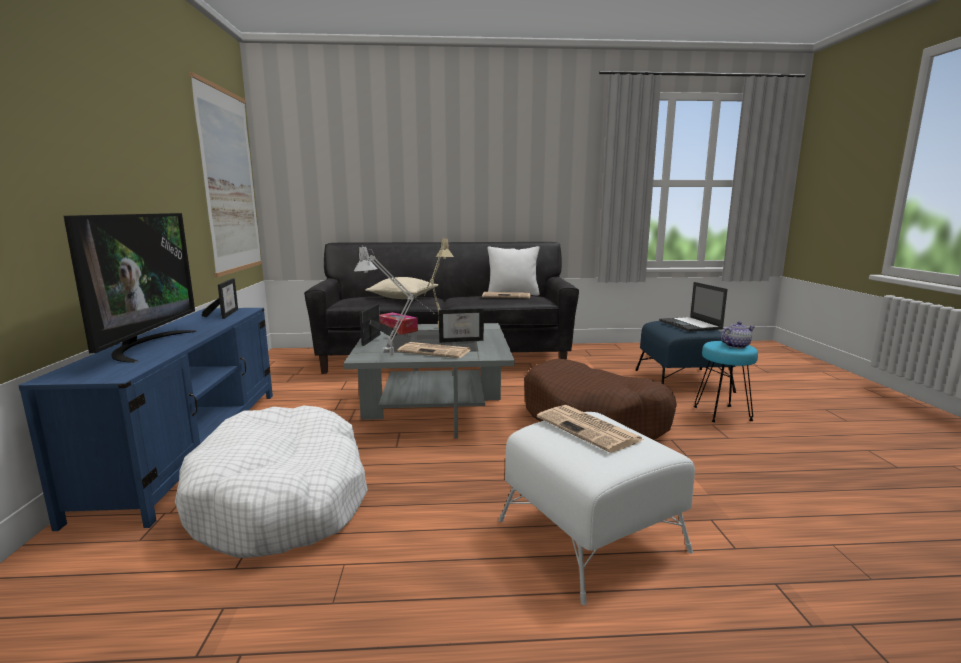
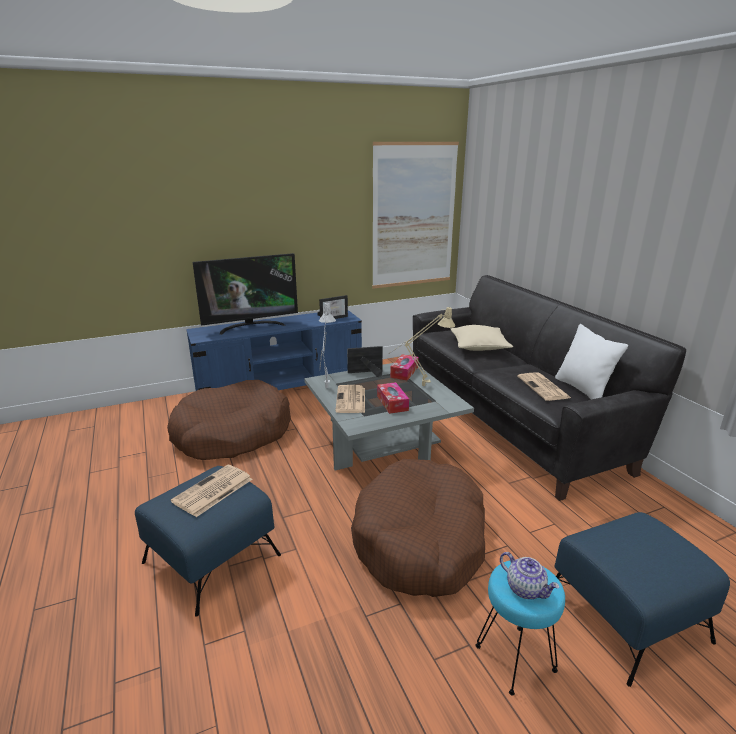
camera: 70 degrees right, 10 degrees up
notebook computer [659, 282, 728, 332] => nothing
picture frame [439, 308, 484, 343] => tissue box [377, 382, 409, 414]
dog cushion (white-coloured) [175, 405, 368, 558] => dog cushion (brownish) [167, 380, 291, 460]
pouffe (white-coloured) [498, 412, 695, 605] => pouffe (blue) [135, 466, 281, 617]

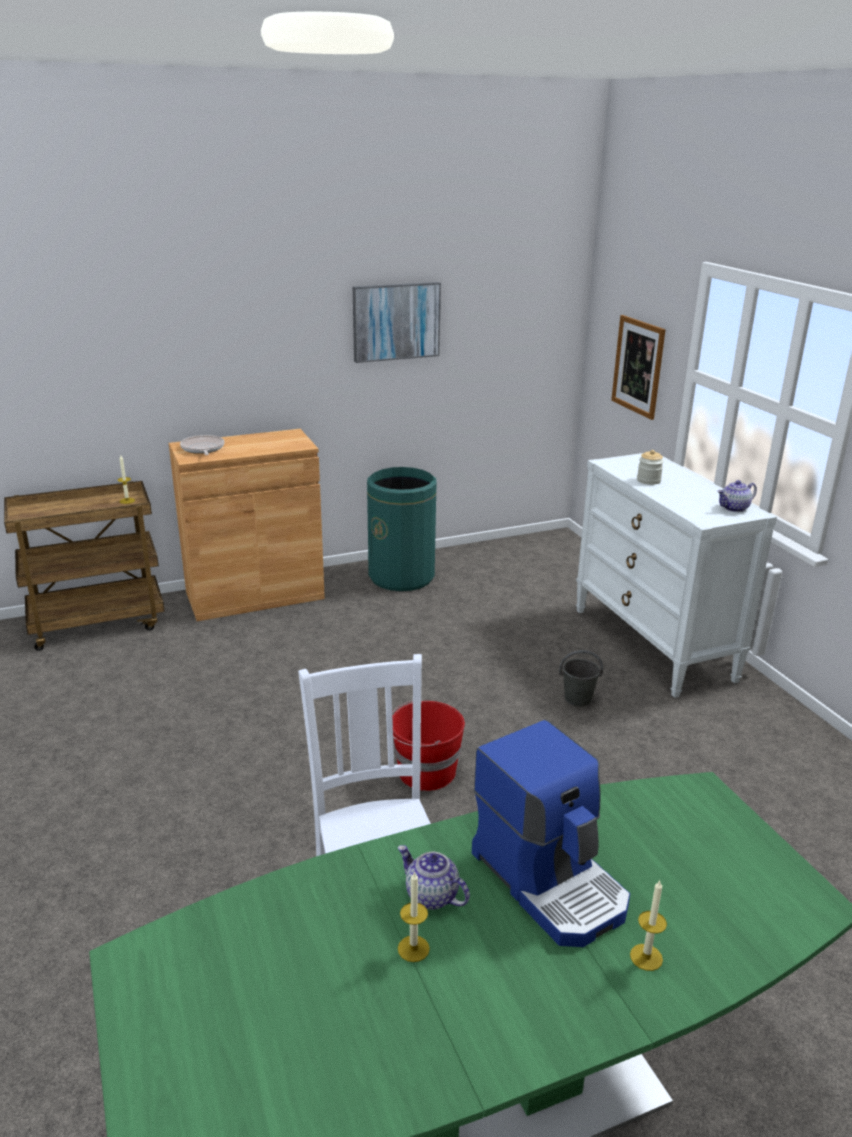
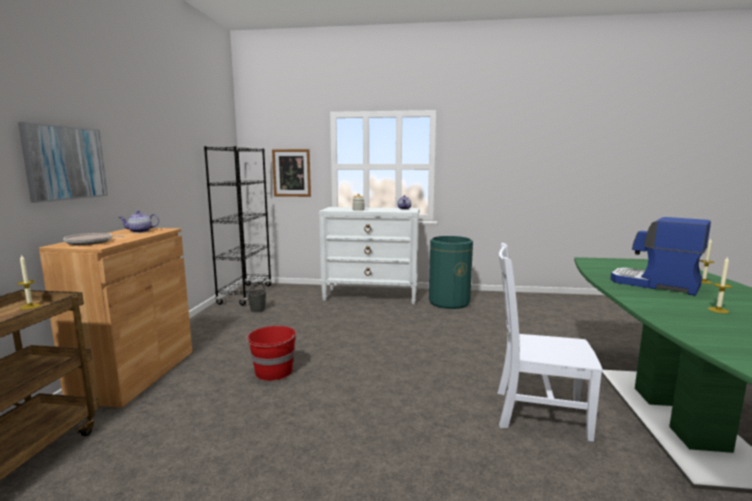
camera: 60 degrees left, 15 degrees down
nothing => bookcase (black-coloured) [204, 146, 272, 306]
wall art [353, 282, 441, 363] => wall art [18, 122, 108, 203], shifted
rubbish bin (green-coloured) [367, 467, 436, 591] => rubbish bin (green-coloured) [429, 236, 473, 309], shifted
pail (reddish) [392, 701, 465, 791] => pail (reddish) [246, 326, 296, 381], shifted
teapot [398, 845, 470, 910] => teapot [118, 211, 159, 233], shifted
pail (gray) [559, 650, 603, 706] => pail (gray) [247, 282, 266, 312], shifted
coffee maker [472, 720, 630, 947] => coffee maker [610, 217, 711, 296], 135 degrees counterclockwise

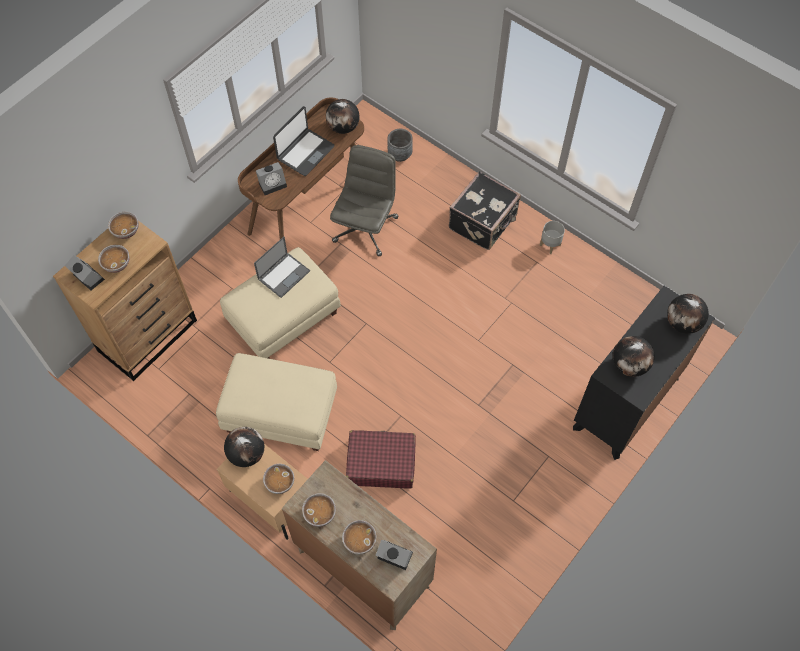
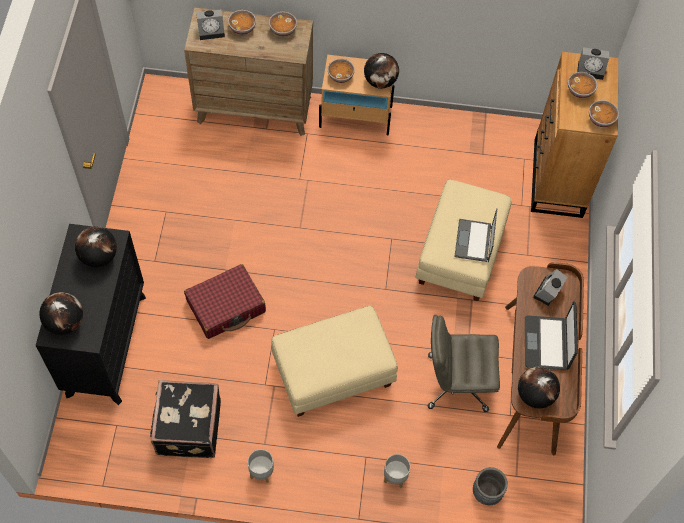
camera: 145 degrees right, 0 degrees up
nothing => planter (gray) [384, 454, 410, 488]
pouffe (sand-coloured) [216, 353, 337, 451] => pouffe (sand-coloured) [271, 306, 398, 417], shifted
suitcase (reddish) [346, 430, 416, 489] => suitcase (reddish) [184, 264, 266, 339], shifted
suitcase (black-coloured) [449, 172, 521, 250] => suitcase (black-coloured) [150, 380, 221, 458], shifted
desk chair (gray) [330, 145, 399, 256] => desk chair (gray) [428, 315, 500, 412], 105 degrees clockwise

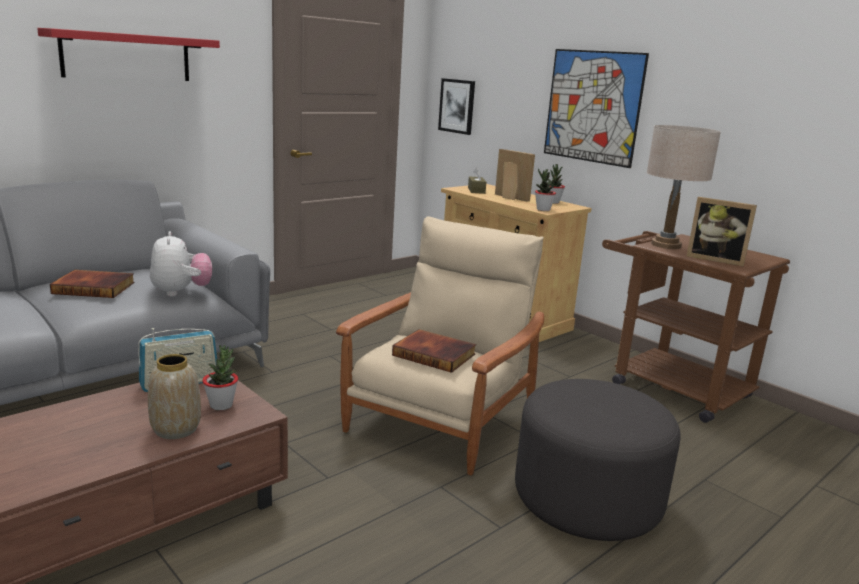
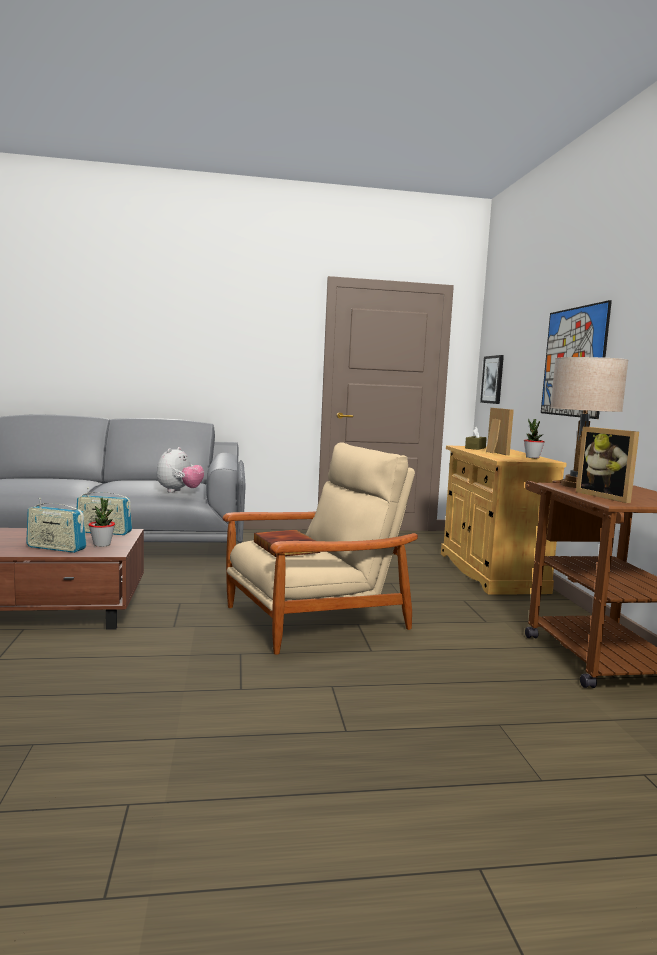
camera: 35 degrees right, 10 degrees down
bracket shelf (reddish) [37, 28, 220, 81] => nothing
book [50, 270, 135, 298] => nothing
pouffe (gray) [515, 379, 681, 541] => nothing
houseplant [535, 168, 556, 211] => nothing
decorative vase [148, 354, 201, 439] => radio set [26, 498, 86, 553]

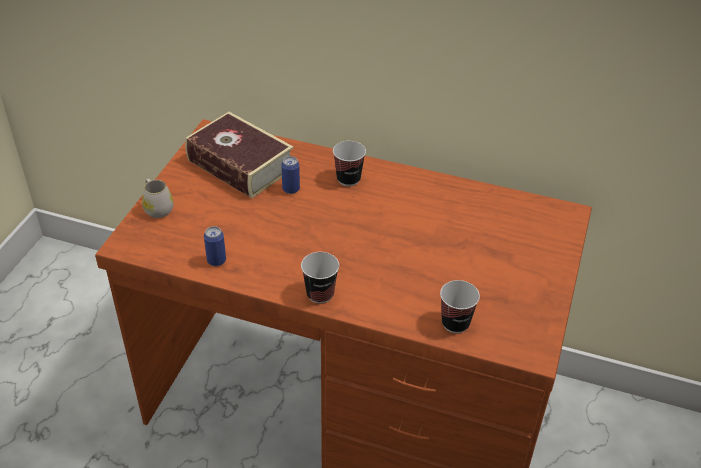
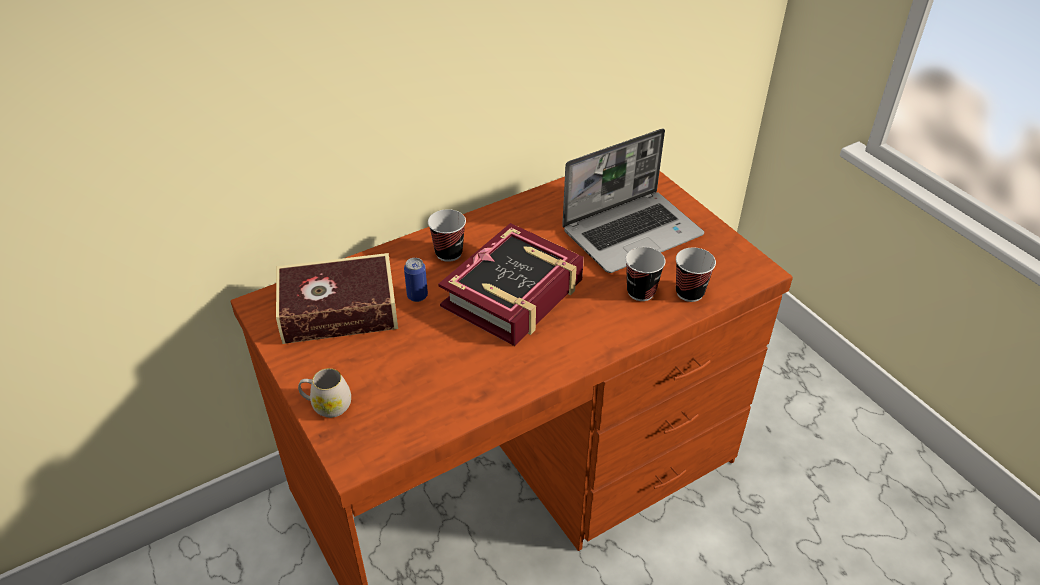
camera: 50 degrees left, 0 degrees up
sealed can [204, 226, 226, 266] => nothing
nothing => book [438, 223, 584, 346]
nothing => notebook computer [562, 128, 704, 273]
drinking cup [301, 252, 339, 304] => drinking cup [625, 247, 666, 301], shifted

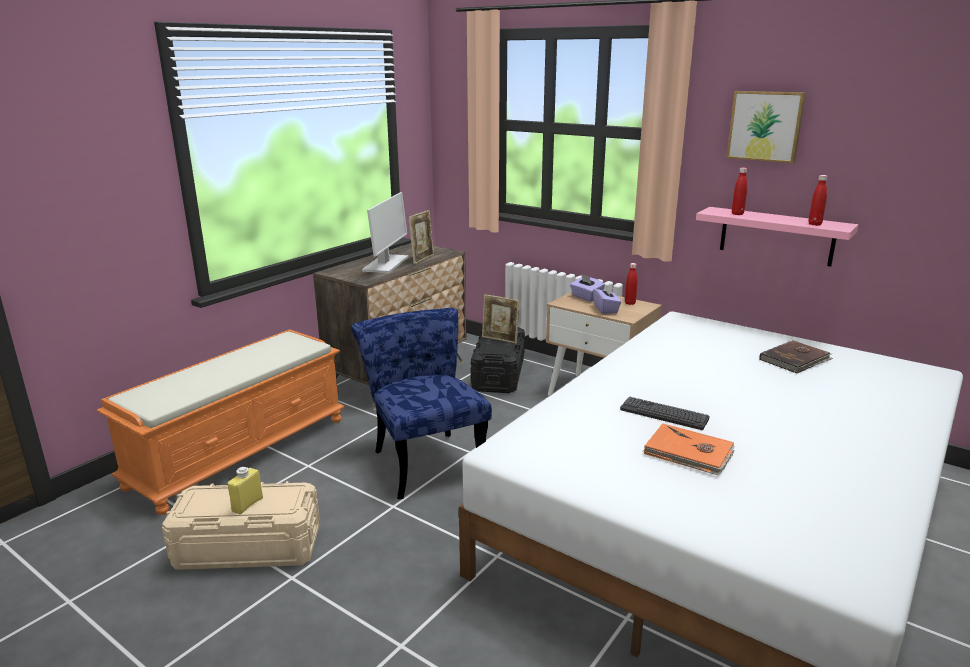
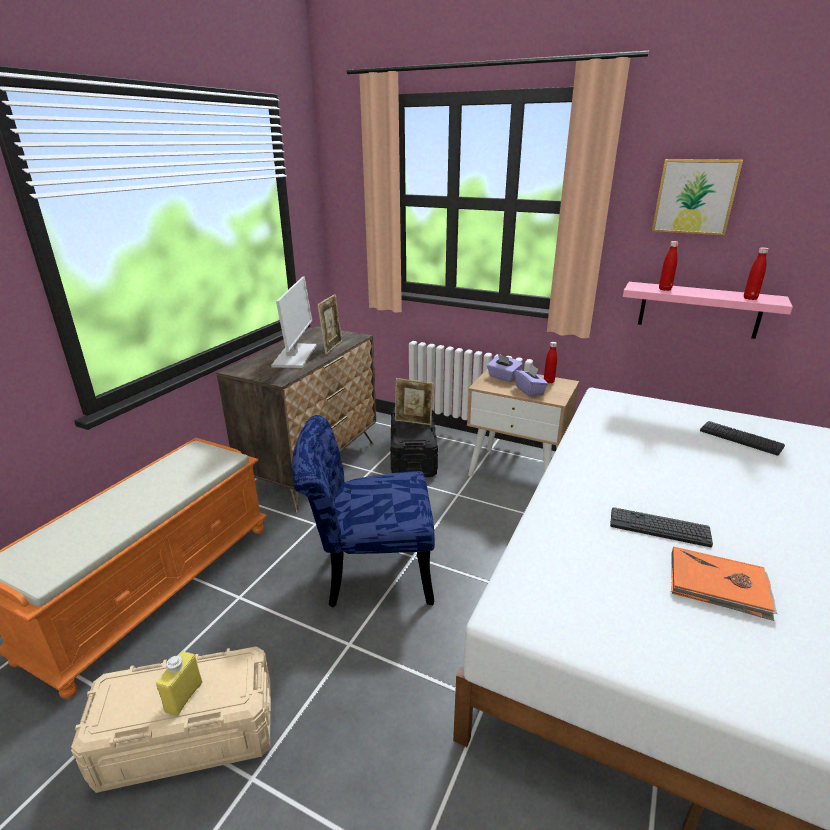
camera: 10 degrees left, 5 degrees up
book (brownish) [759, 340, 833, 373] => PC keyboard [700, 421, 785, 456]
upright chair (blue) [351, 308, 492, 499] => upright chair (blue) [292, 415, 435, 607], 60 degrees counterclockwise

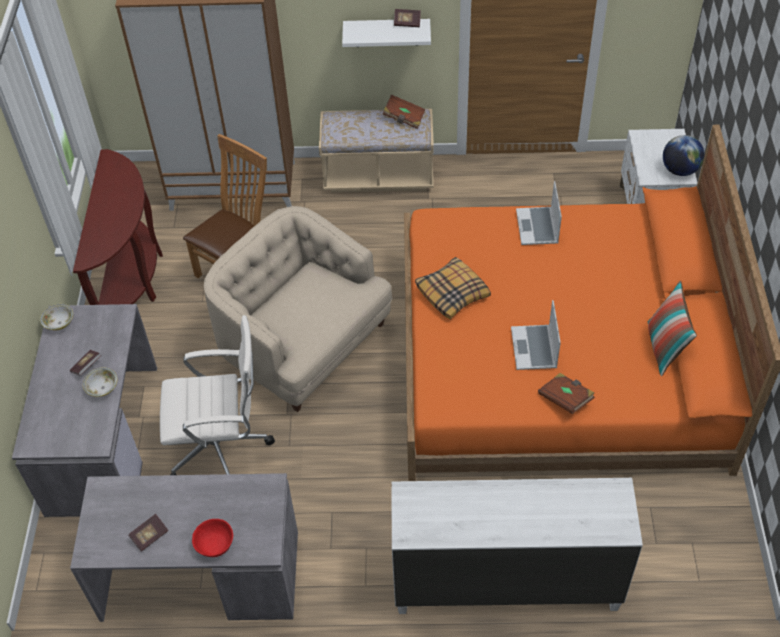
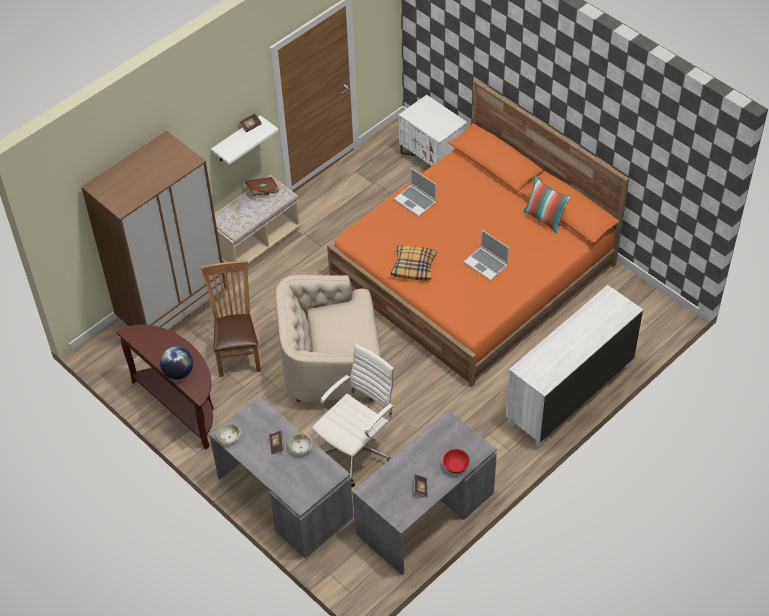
camera: 45 degrees left, 0 degrees up
book (brownish) [538, 373, 595, 414] => nothing
world globe [663, 135, 705, 176] => world globe [160, 347, 193, 379], shifted

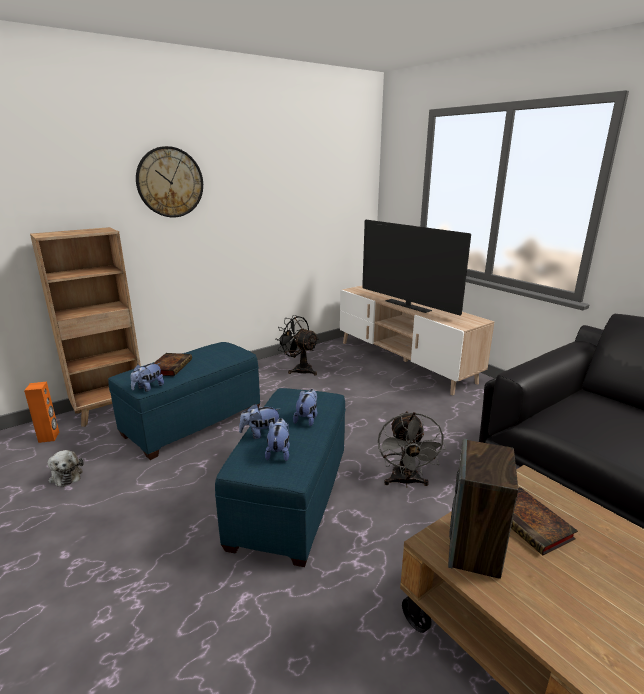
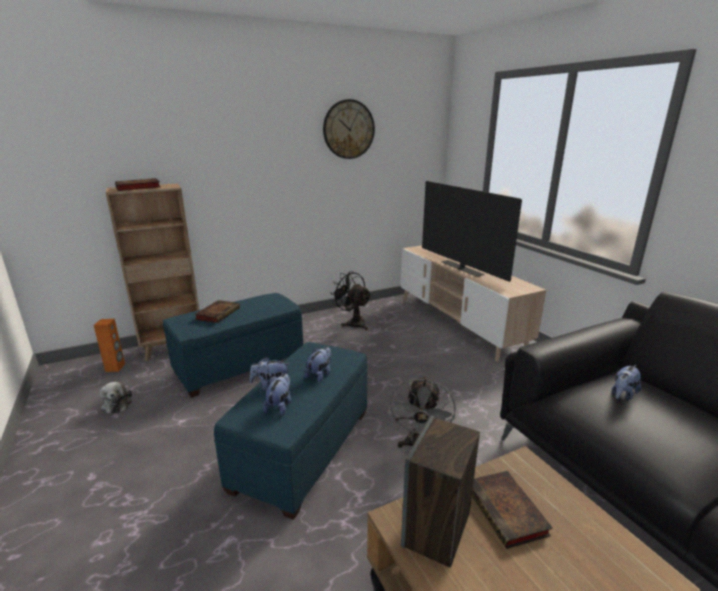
camera: 10 degrees right, 0 degrees up
nothing => book [115, 178, 161, 191]
plush toy [130, 363, 164, 392] => plush toy [612, 365, 641, 401], shifted
wall clock [136, 146, 203, 217] => wall clock [323, 99, 375, 159], shifted

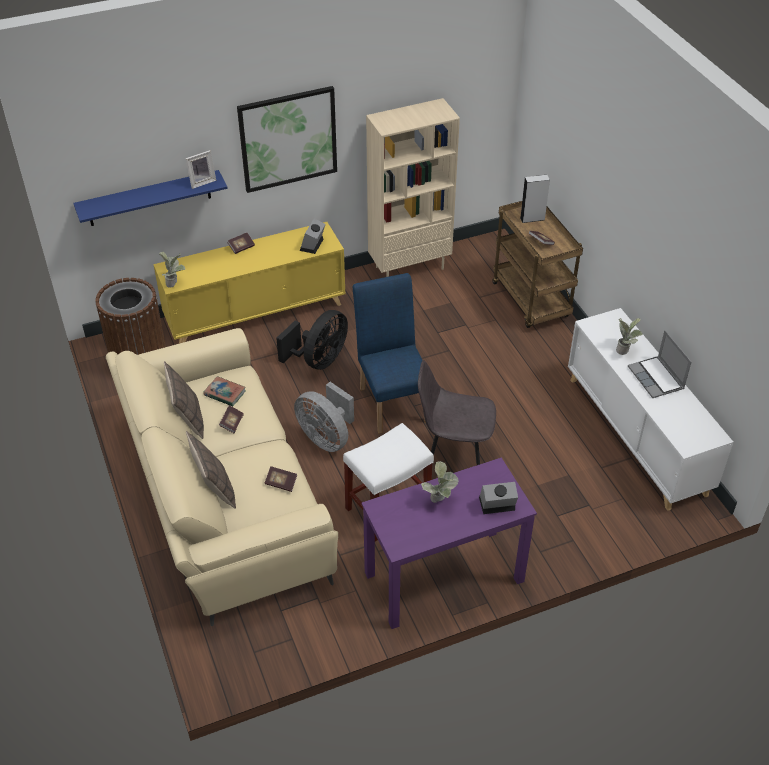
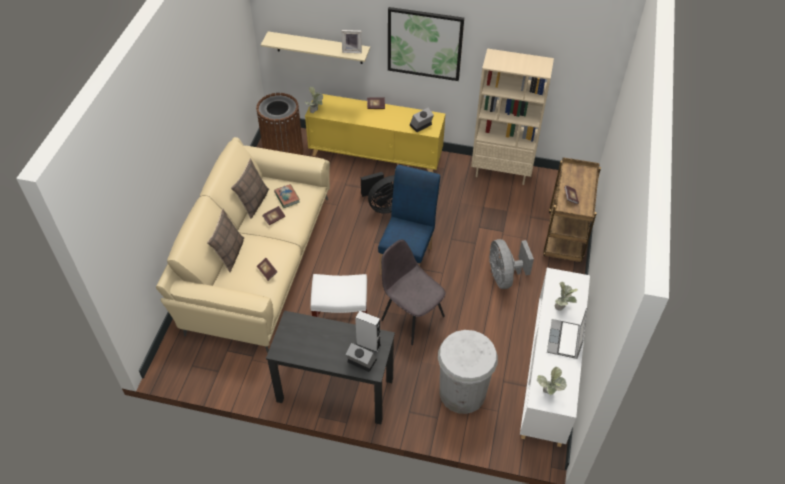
camera: 35 degrees right, 5 degrees up
nothing => rubbish bin (white-coloured) [438, 330, 498, 414]
electric fan (gray) [294, 382, 354, 452] => electric fan (gray) [489, 239, 534, 289], shifted
houseplant [421, 461, 459, 503] => houseplant [537, 367, 567, 395], shifted
loudspeaker (gray) [520, 175, 550, 223] => loudspeaker (gray) [355, 311, 381, 352], shifted
bracket shelf (blue) [73, 170, 228, 226] => bracket shelf (sand-coloured) [261, 31, 370, 64]
desk unit (purple) [362, 458, 537, 629] => desk unit (black-coloured) [266, 311, 395, 425]

